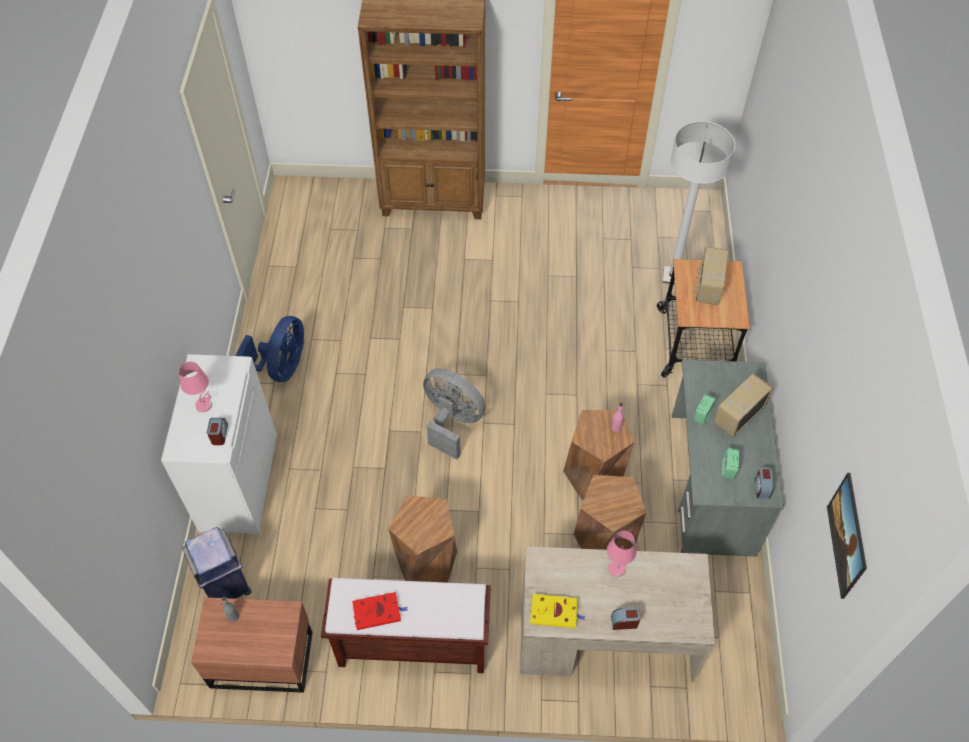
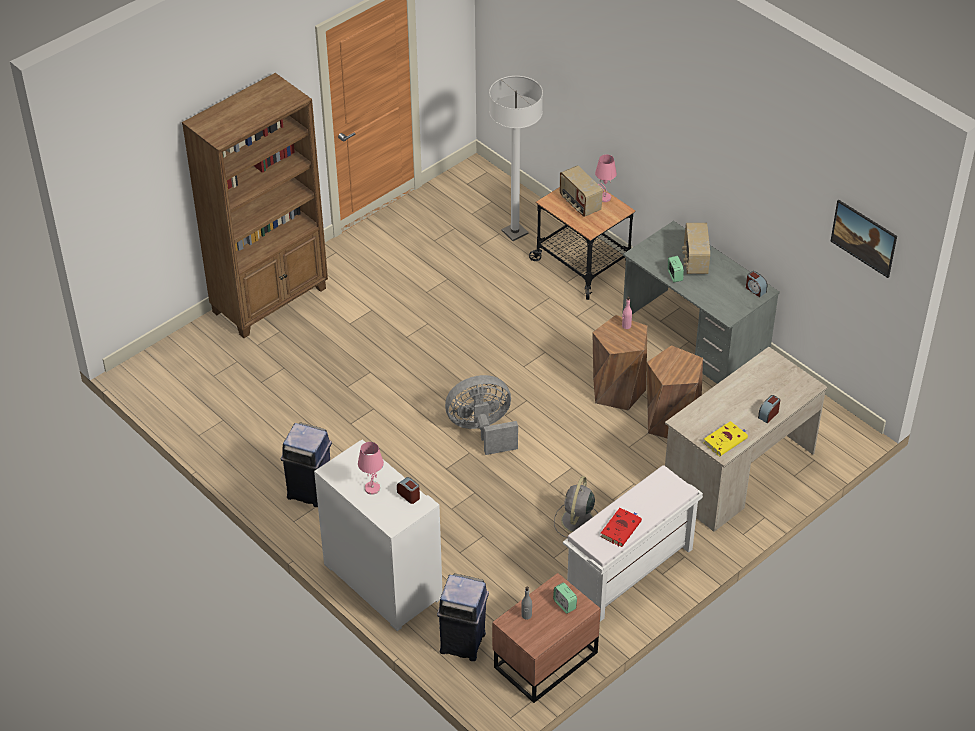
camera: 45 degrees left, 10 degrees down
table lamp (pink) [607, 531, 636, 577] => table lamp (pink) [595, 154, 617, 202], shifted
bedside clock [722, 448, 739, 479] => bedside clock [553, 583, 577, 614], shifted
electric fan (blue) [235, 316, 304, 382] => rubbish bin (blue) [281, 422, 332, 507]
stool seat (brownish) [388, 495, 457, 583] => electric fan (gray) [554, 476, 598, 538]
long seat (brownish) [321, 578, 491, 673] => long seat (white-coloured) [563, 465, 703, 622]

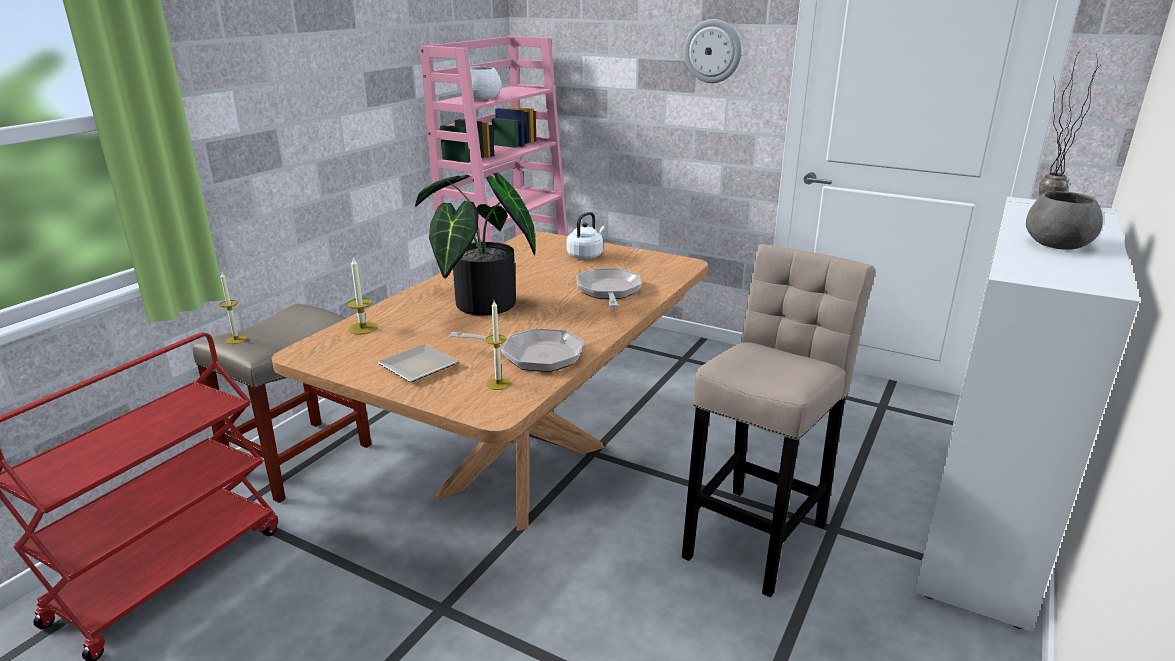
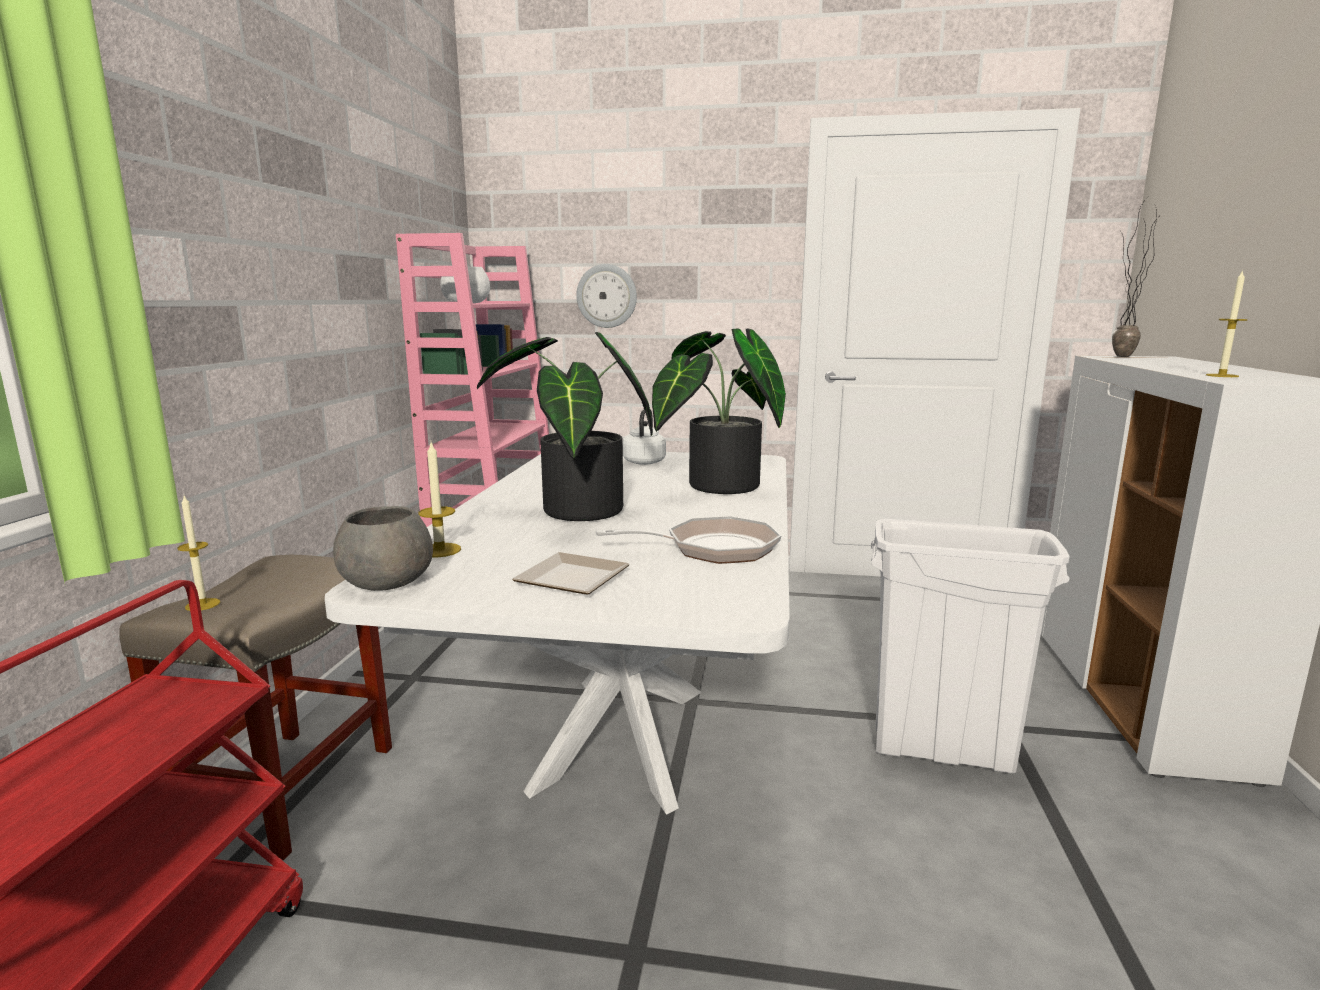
camera: 20 degrees left, 10 degrees down
wax light [485, 301, 511, 390] => wax light [1206, 270, 1248, 377], shifted
wall clock [684, 19, 742, 83] => wall clock [576, 264, 637, 328], shifted
deep dish (gray) [1026, 191, 1103, 250] => deep dish (gray) [333, 506, 433, 591], shifted
pan [576, 268, 642, 307] => houseplant [652, 328, 786, 494]
stool seat (sand-coloured) [682, 244, 875, 597] => rubbish bin (white-coloured) [871, 519, 1070, 774]
dining table (brownish) [272, 231, 708, 531] => dining table (white-coloured) [325, 452, 790, 815]

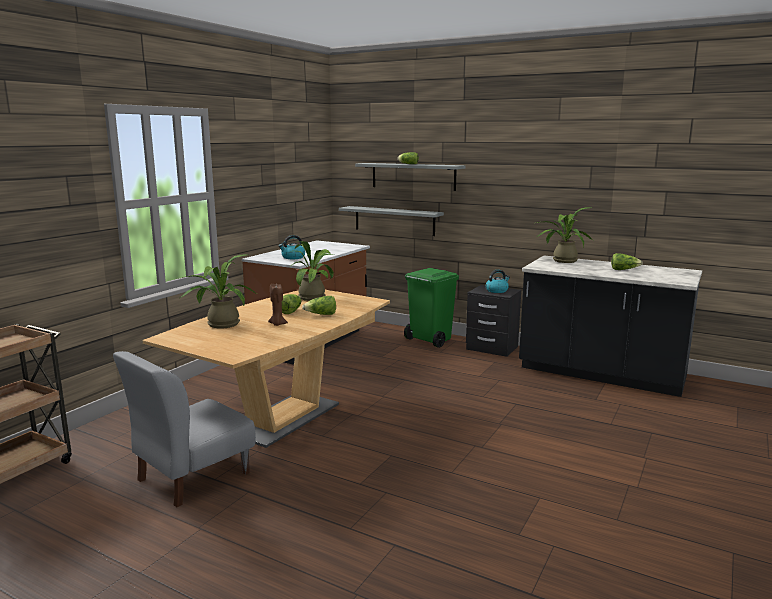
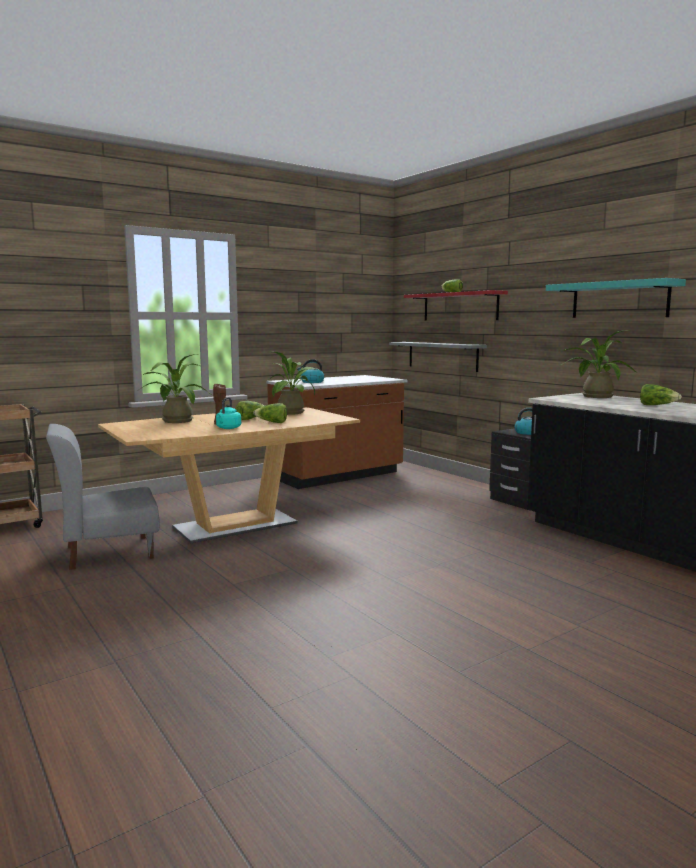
camera: 25 degrees right, 5 degrees down
rubbish bin (green-coloured) [404, 268, 459, 348] => nothing
nothing => water kettle (blue-green) [216, 397, 241, 429]
nothing => bracket shelf (blue-green) [546, 278, 686, 318]
bracket shelf (gray) [355, 163, 465, 191] => bracket shelf (reddish) [404, 290, 508, 321]

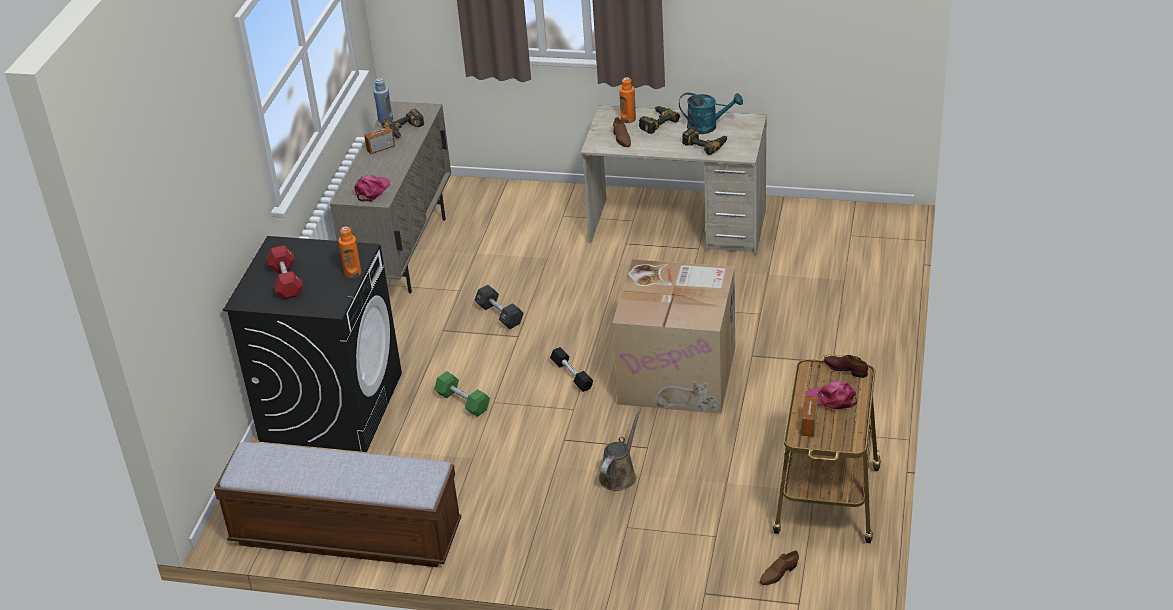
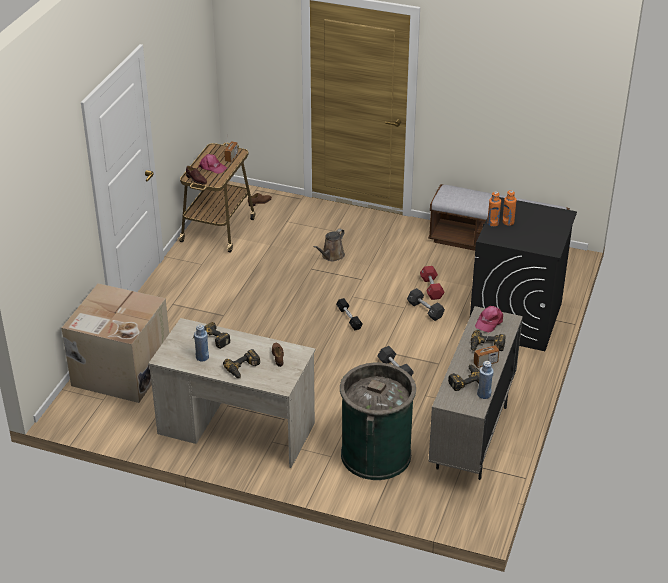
camera: 175 degrees left, 0 degrees up
nothing => rubbish bin (green-coloured) [340, 363, 416, 480]
nothing => electric drill [471, 330, 506, 351]
dumbbell (reddish) [266, 245, 303, 299] => dumbbell (reddish) [420, 266, 445, 300], shifted
packing box [612, 259, 735, 414] => packing box [61, 283, 169, 403], shifted
beverage bottle (orange-coloured) [619, 77, 636, 123] => beverage bottle (orange-coloured) [502, 190, 516, 226], shifted
watering can (blue-green) [679, 93, 743, 134] => beverage bottle (blue) [194, 324, 209, 362]
dumbbell (green-coloured) [434, 371, 490, 417] => dumbbell (black-coloured) [407, 288, 445, 321]

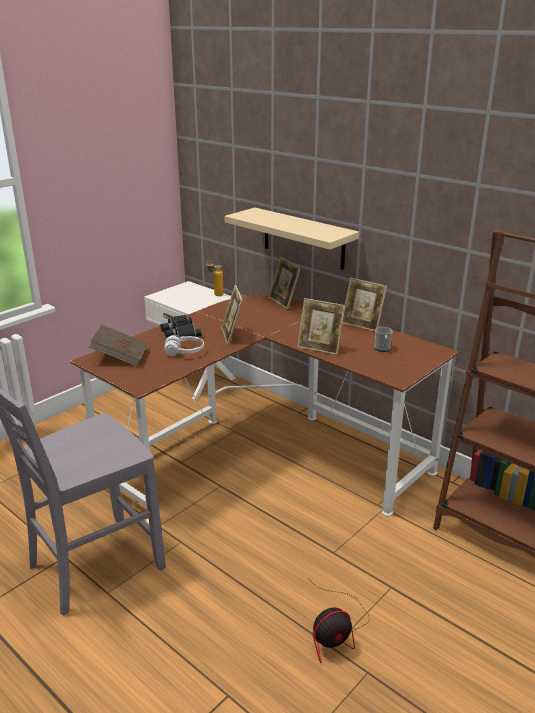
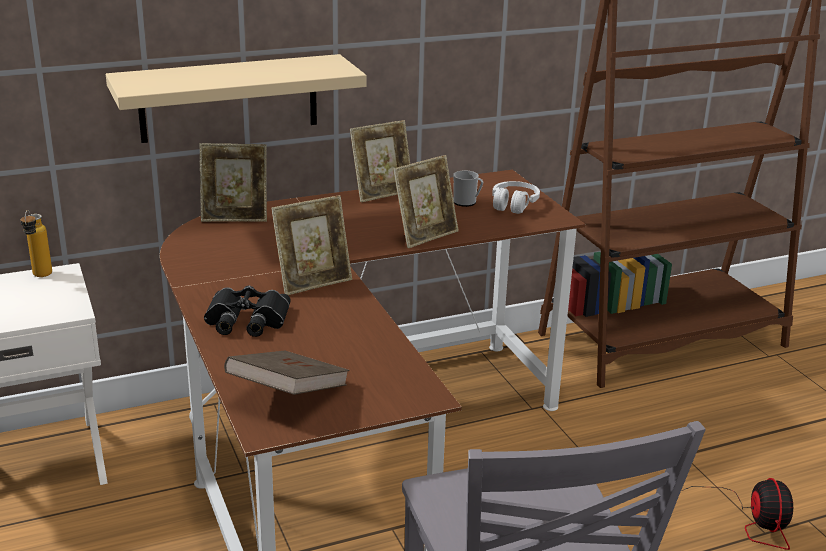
camera: 65 degrees left, 0 degrees up
headphones (white-coloured) [164, 335, 204, 356] => headphones (white-coloured) [492, 181, 540, 214], shifted
picture frame [221, 285, 243, 345] => picture frame [271, 195, 352, 295], 45 degrees counterclockwise

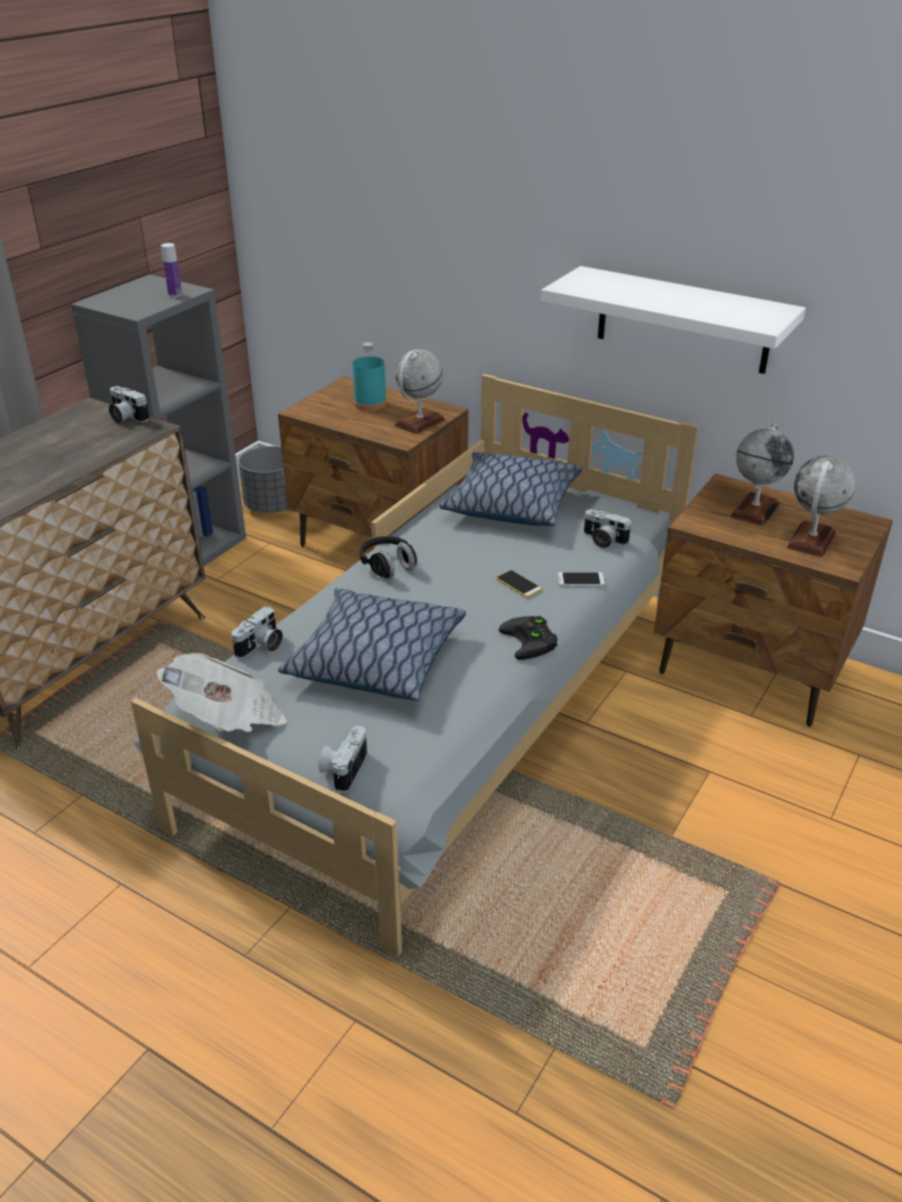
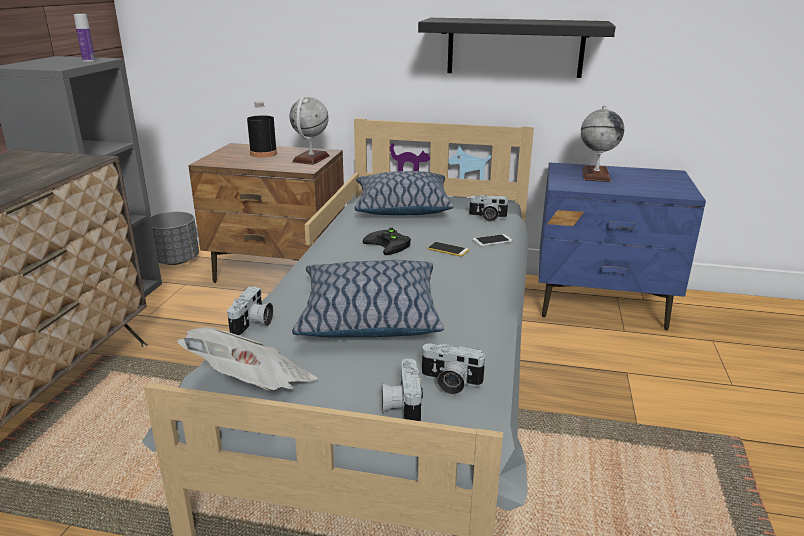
camera: 20 degrees left, 10 degrees down
headphones (black-coloured) [359, 536, 417, 579] => nothing
world globe [787, 456, 855, 557] => nothing
photo camera [109, 386, 150, 424] => photo camera [420, 343, 487, 394], shifted
game controller (black-coloured) [499, 616, 558, 660] => game controller (black-coloured) [363, 228, 411, 255], shifted
beverage bottle (blue-green) [352, 342, 387, 411] => beverage bottle (black-coloured) [247, 101, 277, 158]
bracket shelf (white-coloured) [541, 266, 806, 374] => bracket shelf (black-coloured) [418, 18, 616, 78]
night table (brownish) [654, 474, 893, 727] => night table (blue) [539, 162, 706, 330]

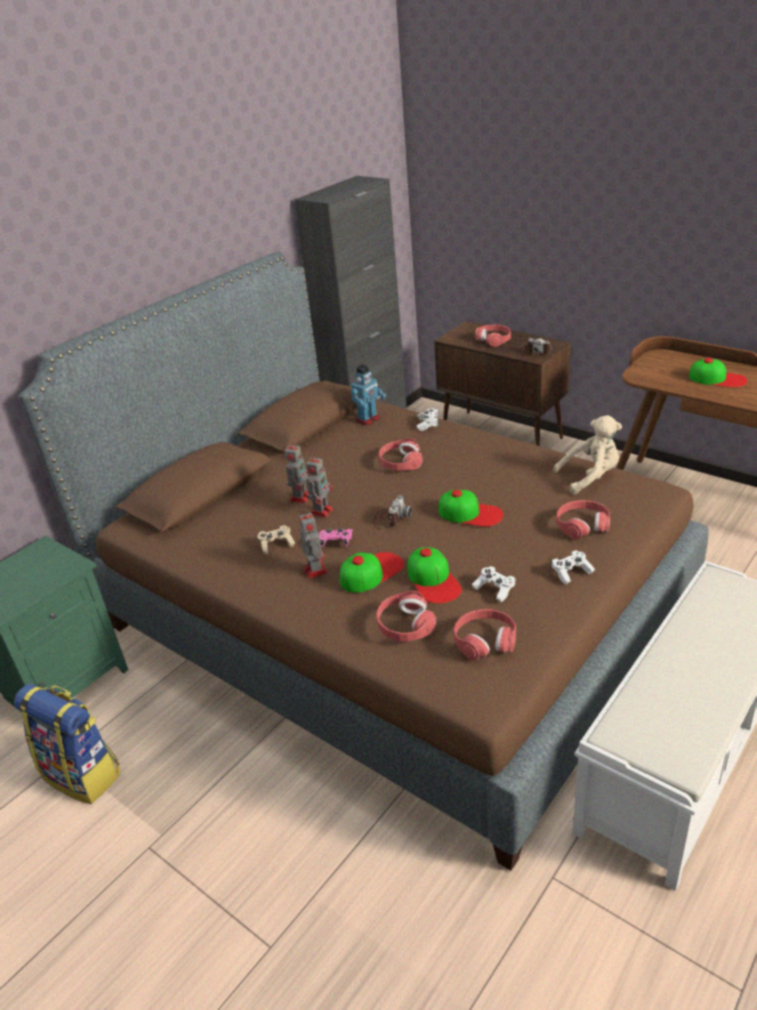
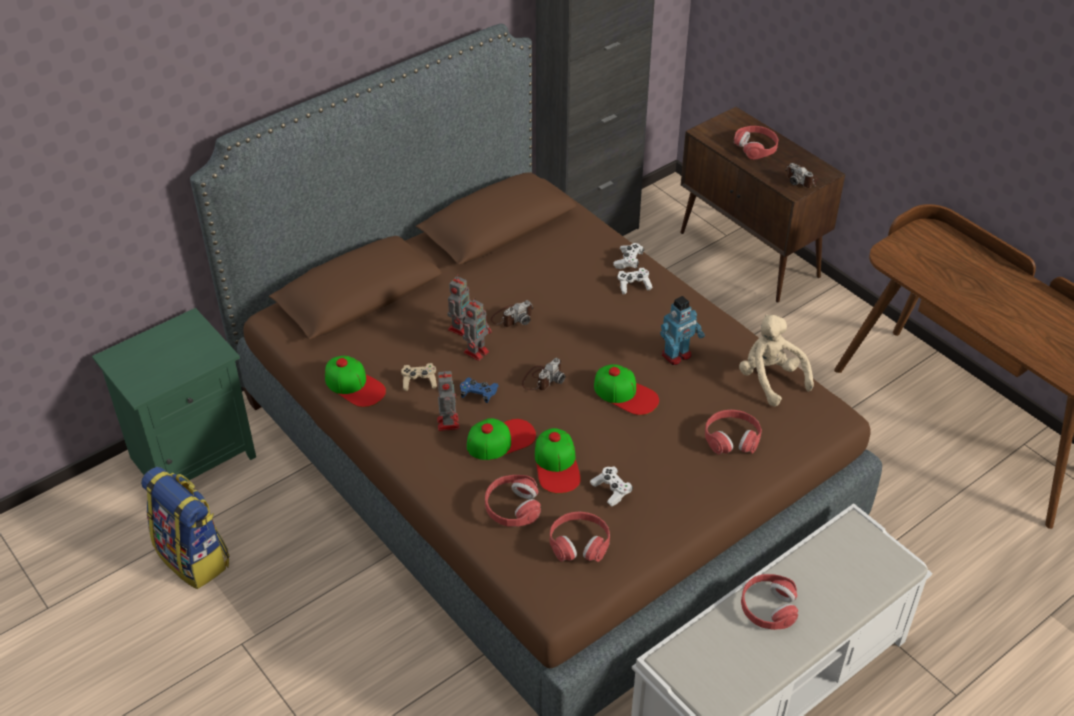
camera: 10 degrees right, 10 degrees up
nothing => photo camera [491, 300, 534, 327]
robot figure [351, 365, 386, 426] => robot figure [660, 296, 705, 365], shifted
headphones (reddish) [379, 438, 423, 471] => headphones (reddish) [741, 574, 798, 630], shifted
game controller (white-coloured) [551, 550, 595, 585] => game controller (white-coloured) [618, 268, 653, 294], shifted
peaked cap [689, 358, 748, 388] => peaked cap [325, 356, 386, 407], shifted
game controller (pink) [319, 528, 353, 547] => game controller (blue) [460, 378, 499, 403]
plush toy (sand-coloured) [553, 415, 622, 495] => plush toy (sand-coloured) [739, 314, 814, 407], 120 degrees counterclockwise

